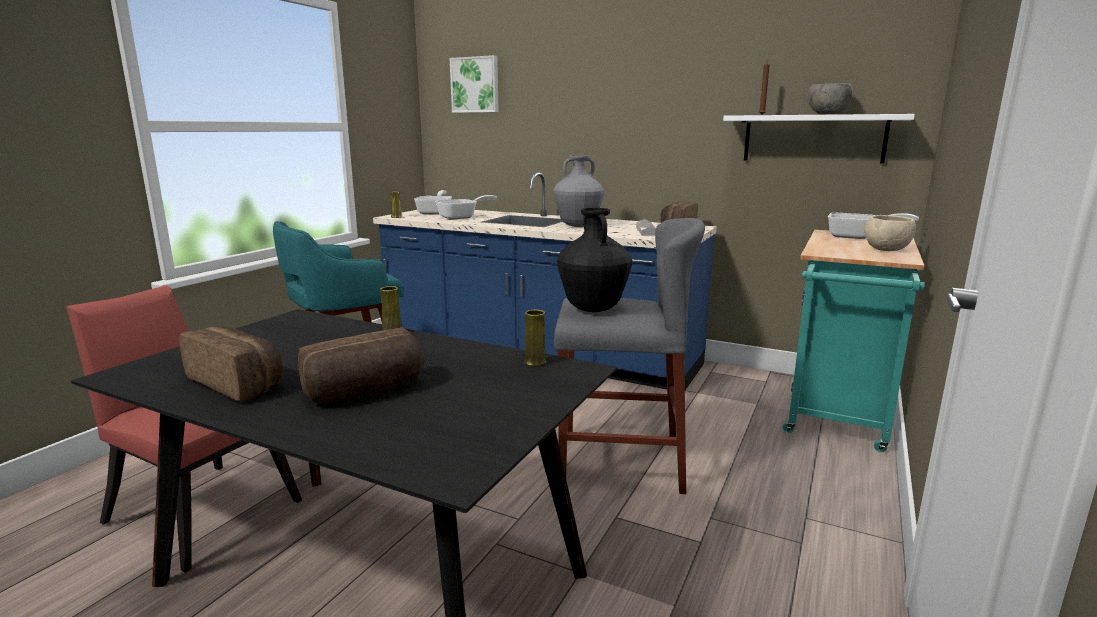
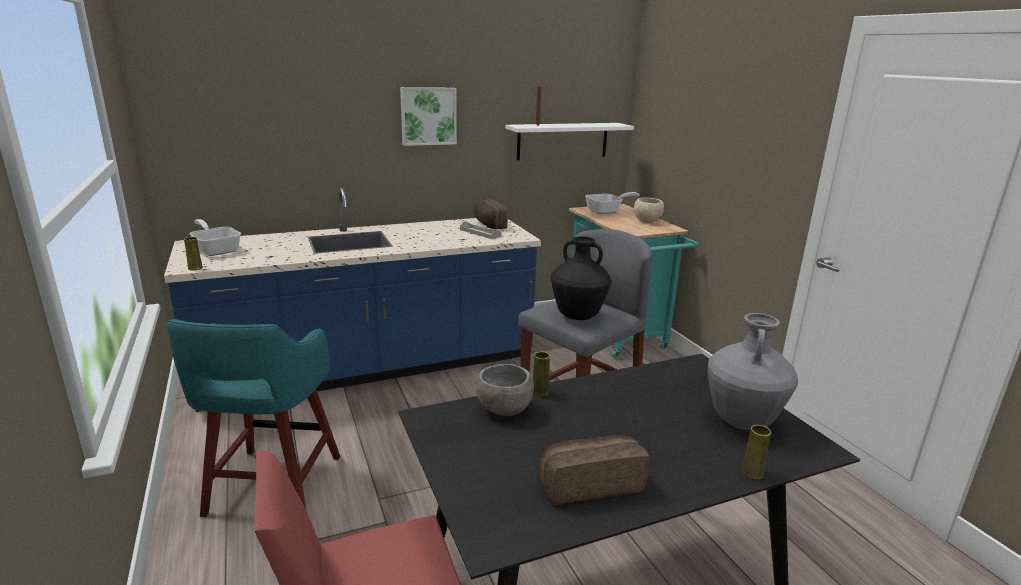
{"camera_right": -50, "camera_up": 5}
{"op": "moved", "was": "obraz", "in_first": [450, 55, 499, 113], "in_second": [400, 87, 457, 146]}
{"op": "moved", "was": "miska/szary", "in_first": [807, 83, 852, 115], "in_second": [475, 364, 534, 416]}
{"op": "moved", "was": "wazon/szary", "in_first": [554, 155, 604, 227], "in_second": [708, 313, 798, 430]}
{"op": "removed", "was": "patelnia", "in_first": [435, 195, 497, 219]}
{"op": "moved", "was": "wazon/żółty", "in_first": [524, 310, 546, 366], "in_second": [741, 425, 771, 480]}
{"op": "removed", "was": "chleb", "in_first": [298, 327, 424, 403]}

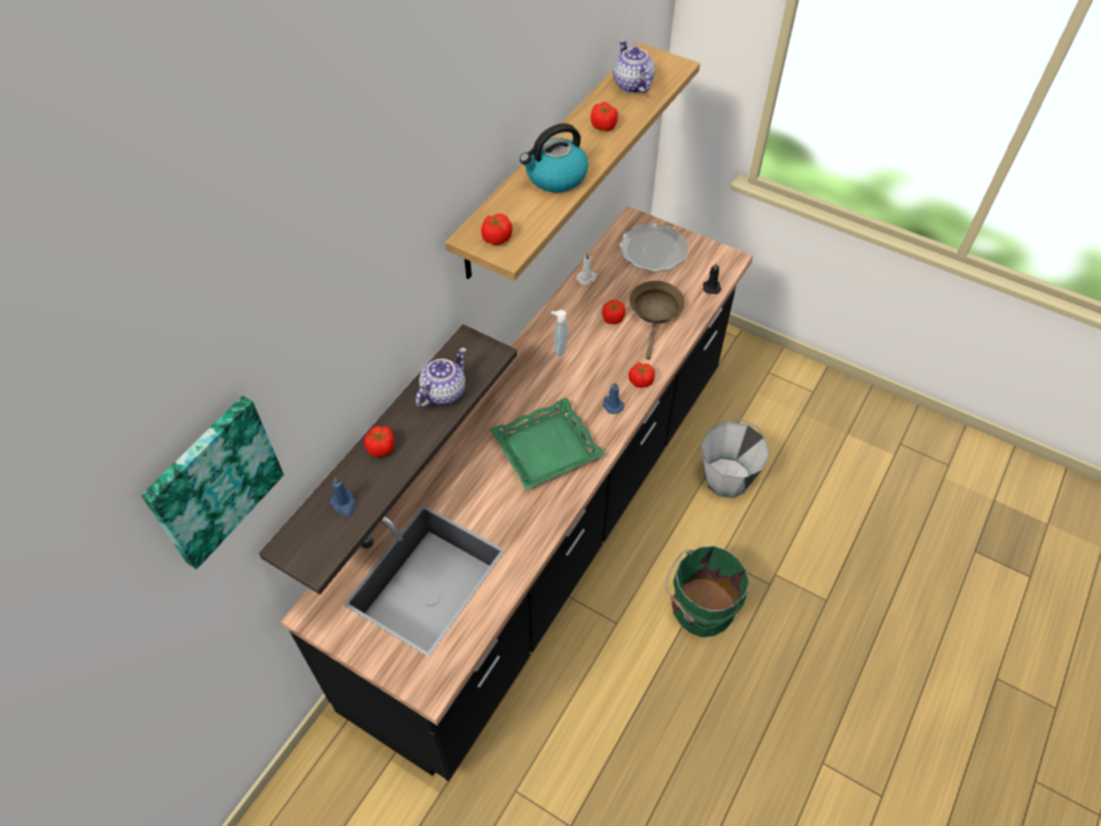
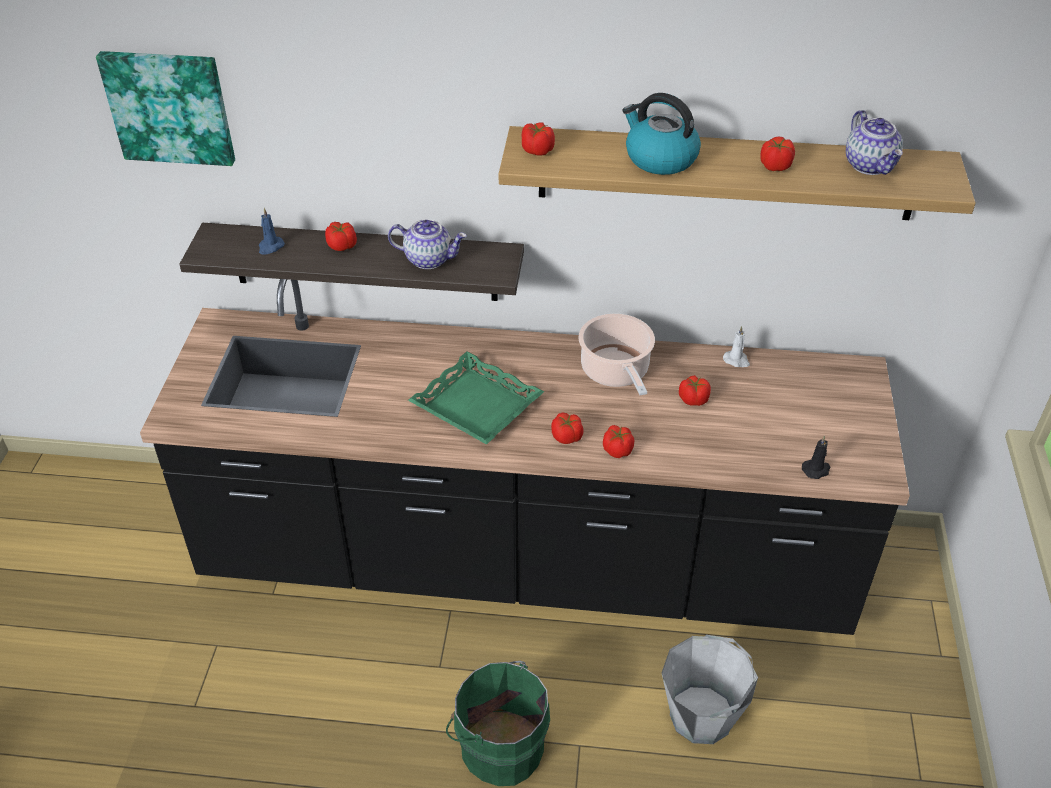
{"camera_right": 65, "camera_up": -10}
{"op": "turned", "was": "imbryk", "in_first": [613, 40, 655, 93], "in_second": [846, 110, 903, 175], "clockwise": 120}
{"op": "removed", "was": "talerz", "in_first": [619, 223, 689, 272]}
{"op": "removed", "was": "patelnia/brązowy", "in_first": [629, 281, 684, 359]}
{"op": "replaced", "was": "dozownik mydła", "now": "garnek", "in_first": [551, 310, 568, 356], "in_second": [579, 313, 655, 395]}
{"op": "replaced", "was": "świeca/niebieski", "now": "pomidor", "in_first": [603, 382, 624, 414], "in_second": [551, 413, 584, 444]}

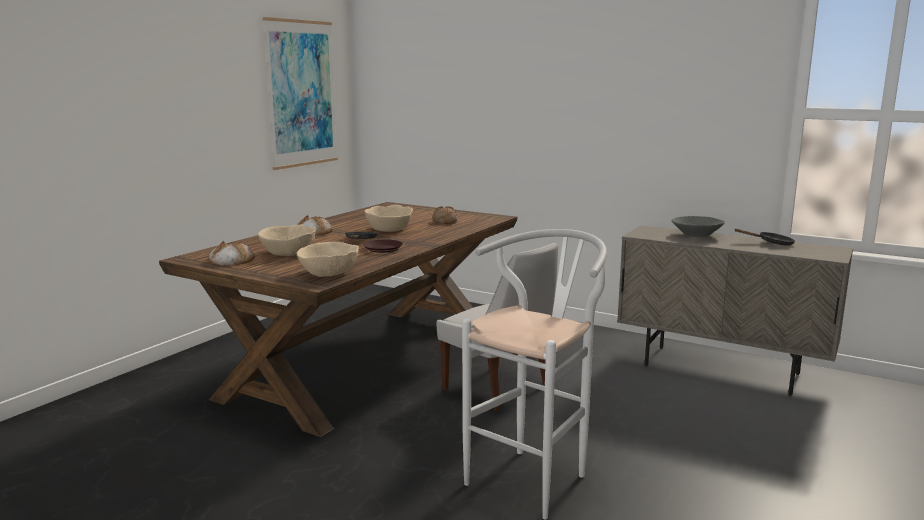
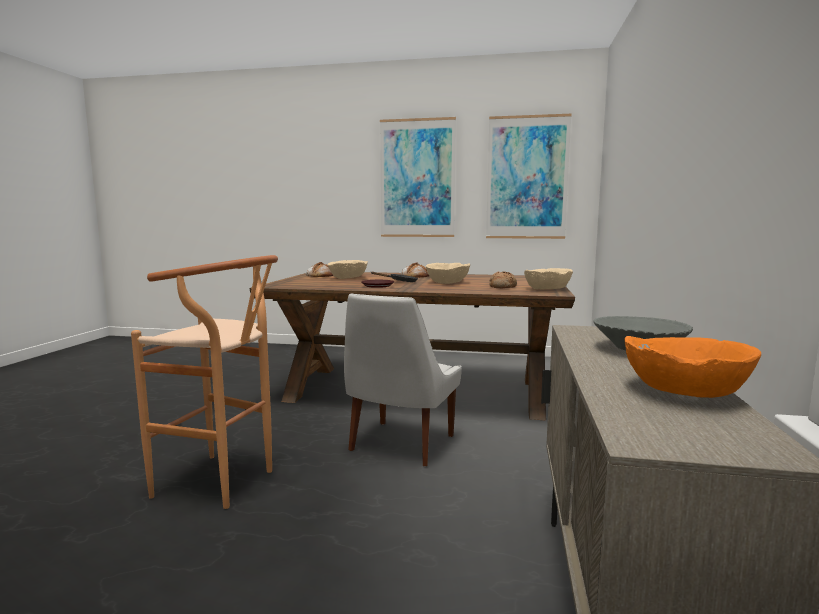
{"camera_right": 70, "camera_up": -5}
{"op": "recoloured", "was": "stołek/biały", "now": "stołek/brązowy", "in_first": [462, 229, 607, 520], "in_second": [131, 255, 278, 509]}
{"op": "replaced", "was": "patelnia/czarny", "now": "miska/pomarańczowy", "in_first": [735, 229, 795, 246], "in_second": [625, 336, 761, 398]}
{"op": "moved", "was": "miska/beżowy", "in_first": [297, 242, 359, 277], "in_second": [524, 268, 573, 289]}
{"op": "added", "now": "obraz", "in_second": [380, 117, 456, 237]}

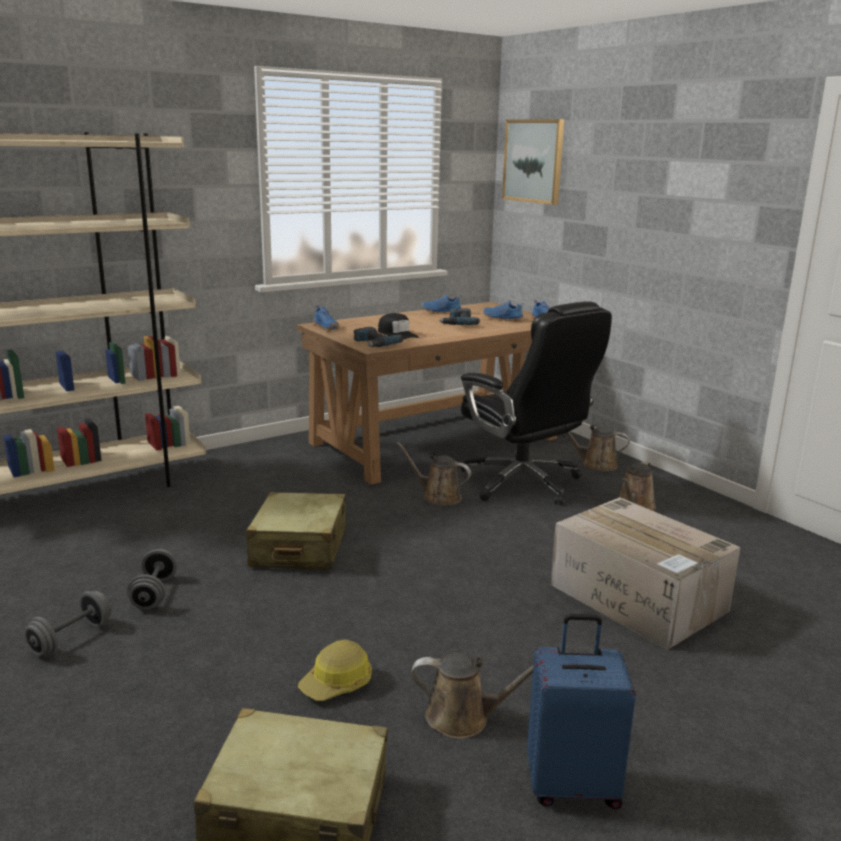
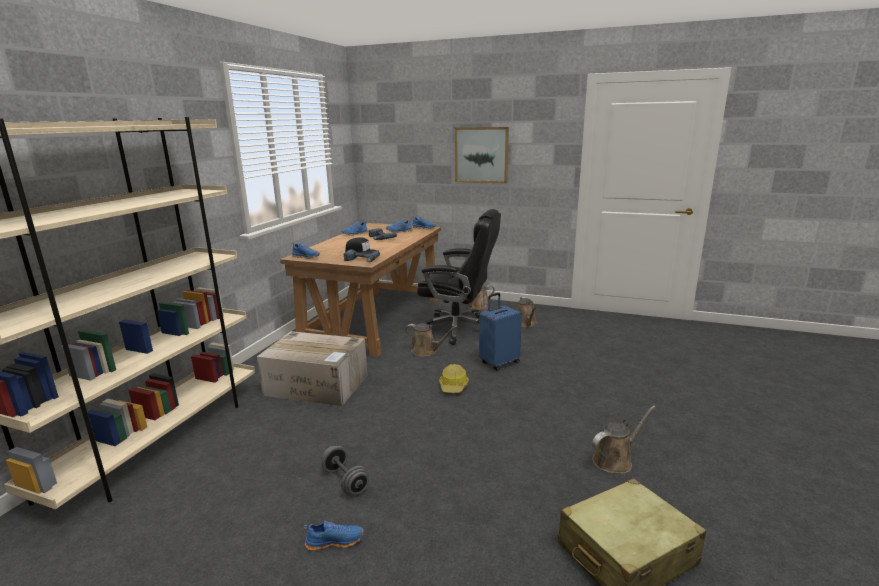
{"camera_right": -35, "camera_up": 0}
{"op": "moved", "was": "obraz", "in_first": [502, 119, 564, 205], "in_second": [455, 127, 509, 183]}
{"op": "turned", "was": "konewka/brązowy", "in_first": [396, 442, 471, 506], "in_second": [405, 323, 457, 357], "clockwise": -150}
{"op": "removed", "was": "walizka/beżowy", "in_first": [246, 492, 346, 570]}
{"op": "moved", "was": "karton", "in_first": [551, 497, 741, 650], "in_second": [257, 331, 368, 406]}
{"op": "replaced", "was": "hantel/szary", "now": "but/niebieski", "in_first": [24, 591, 111, 656], "in_second": [304, 521, 363, 551]}
{"op": "moved", "was": "walizka/niebieski", "in_first": [527, 614, 636, 809], "in_second": [479, 293, 522, 371]}
{"op": "moved", "was": "kask", "in_first": [298, 639, 372, 701], "in_second": [440, 364, 469, 393]}

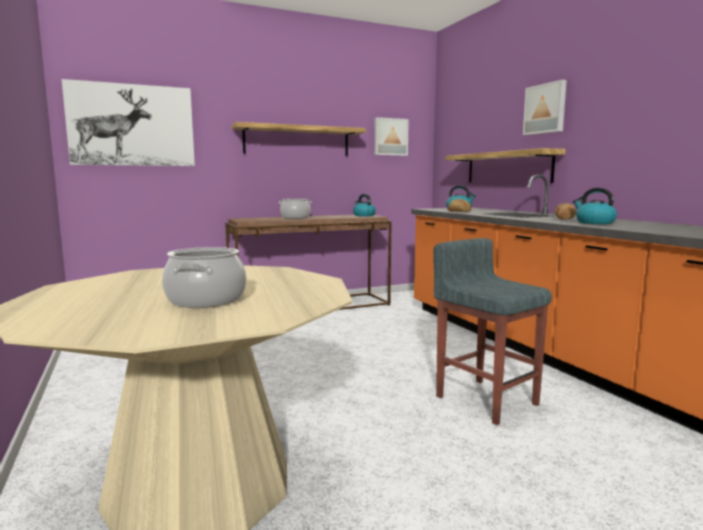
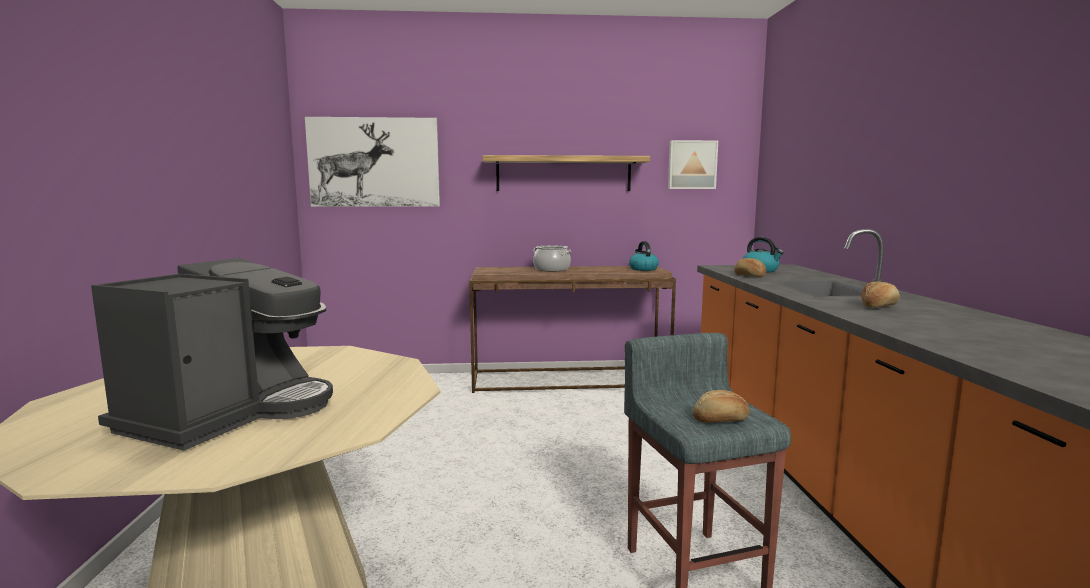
{"camera_right": 20, "camera_up": 0}
{"op": "removed", "was": "obraz", "in_first": [523, 80, 567, 135]}
{"op": "removed", "was": "półka", "in_first": [445, 148, 566, 183]}
{"op": "removed", "was": "czajnik", "in_first": [573, 188, 617, 224]}
{"op": "replaced", "was": "garnek", "now": "ekspres do kawy", "in_first": [162, 247, 246, 308], "in_second": [91, 258, 333, 451]}
{"op": "added", "now": "chleb", "in_second": [693, 390, 749, 423]}

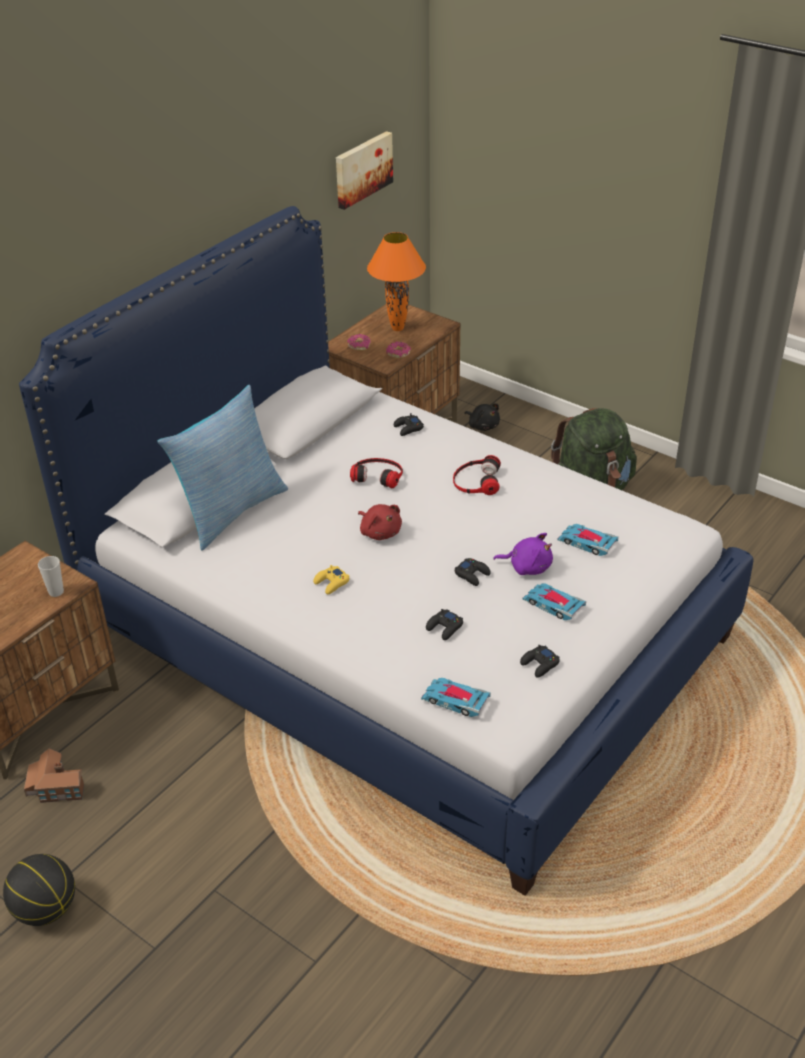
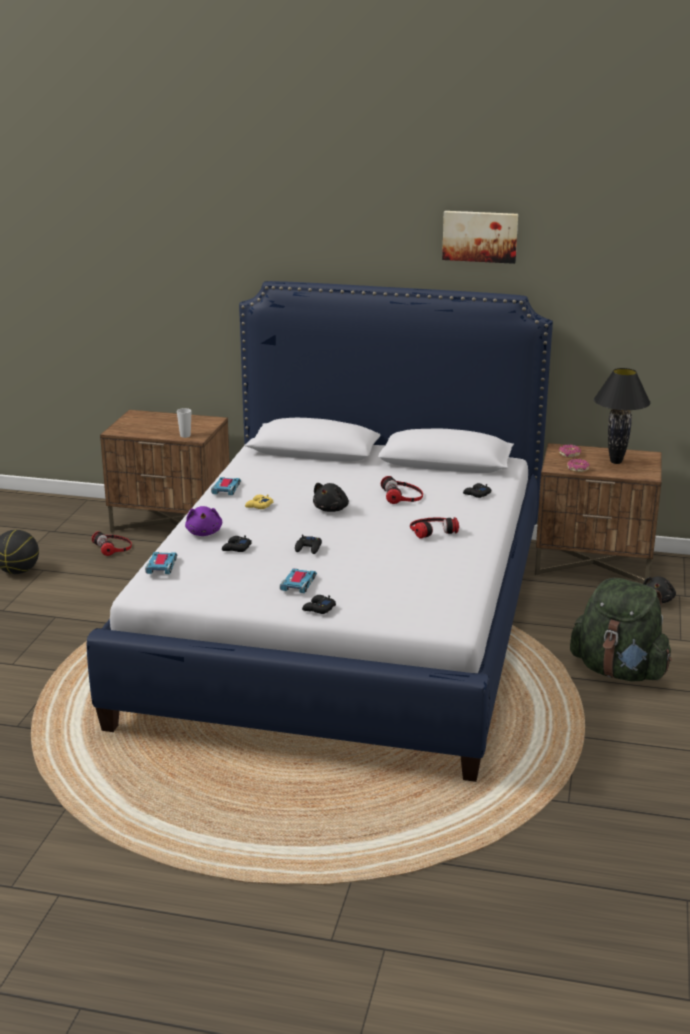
{"camera_right": 65, "camera_up": -15}
{"op": "moved", "was": "obraz", "in_first": [336, 131, 393, 210], "in_second": [442, 211, 518, 264]}
{"op": "recoloured", "was": "lampa stołowa/pomarańczowy", "now": "lampa stołowa/czarny", "in_first": [367, 232, 426, 331], "in_second": [594, 368, 650, 464]}
{"op": "removed", "was": "poduszka", "in_first": [157, 385, 288, 551]}
{"op": "recoloured", "was": "pluszak/czerwony", "now": "pluszak/czarny", "in_first": [358, 504, 402, 540], "in_second": [313, 483, 349, 512]}
{"op": "moved", "was": "samochodzik", "in_first": [557, 524, 619, 556], "in_second": [211, 477, 241, 495]}
{"op": "moved", "was": "pluszak/fioletowy", "in_first": [493, 533, 553, 575], "in_second": [185, 506, 222, 536]}
{"op": "moved", "was": "pad do gier/czarny", "in_first": [520, 645, 560, 678], "in_second": [302, 595, 336, 614]}
{"op": "replaced", "was": "domek", "now": "słuchawki", "in_first": [24, 748, 84, 803], "in_second": [92, 531, 132, 556]}

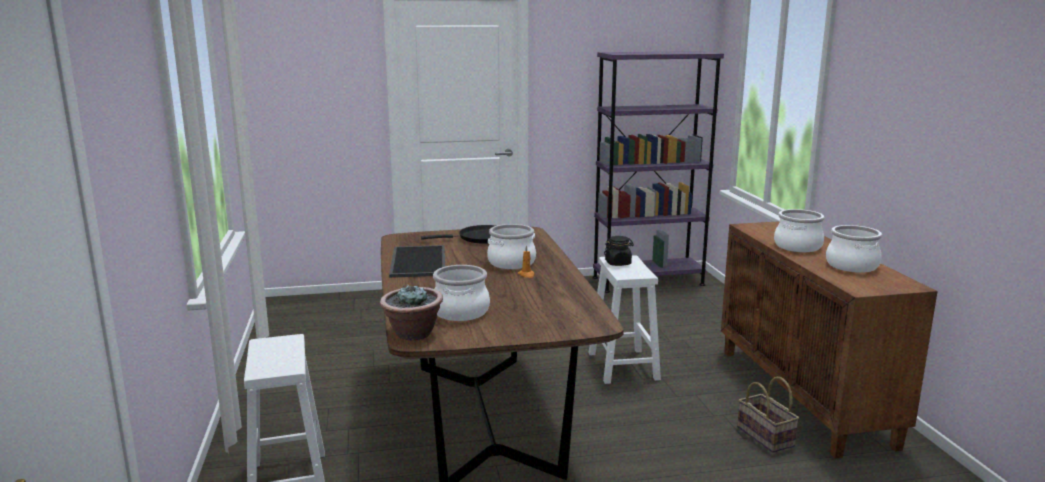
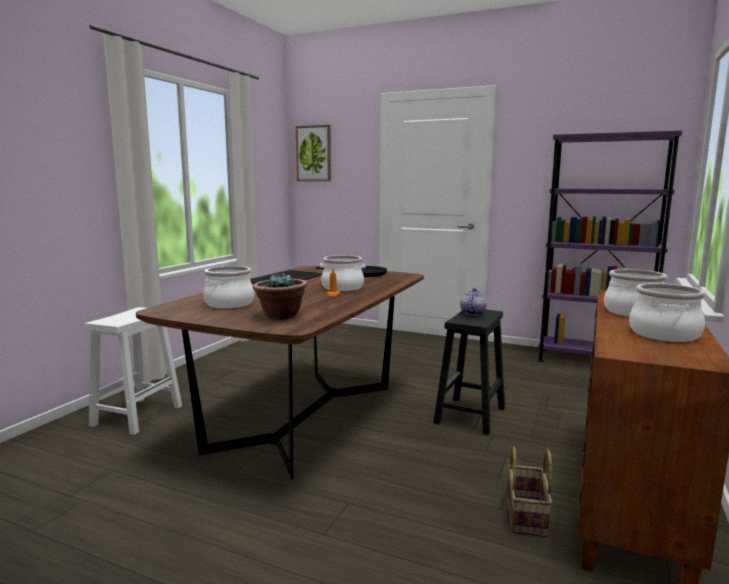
{"camera_right": 35, "camera_up": -5}
{"op": "replaced", "was": "słoik/czarny", "now": "imbryk", "in_first": [604, 236, 634, 266], "in_second": [460, 288, 487, 315]}
{"op": "recoloured", "was": "stołek/biały", "now": "stołek/czarny", "in_first": [588, 255, 661, 384], "in_second": [433, 309, 505, 435]}
{"op": "moved", "was": "roślina doniczkowa", "in_first": [380, 284, 443, 340], "in_second": [253, 273, 308, 320]}
{"op": "added", "now": "obraz", "in_second": [296, 125, 331, 181]}

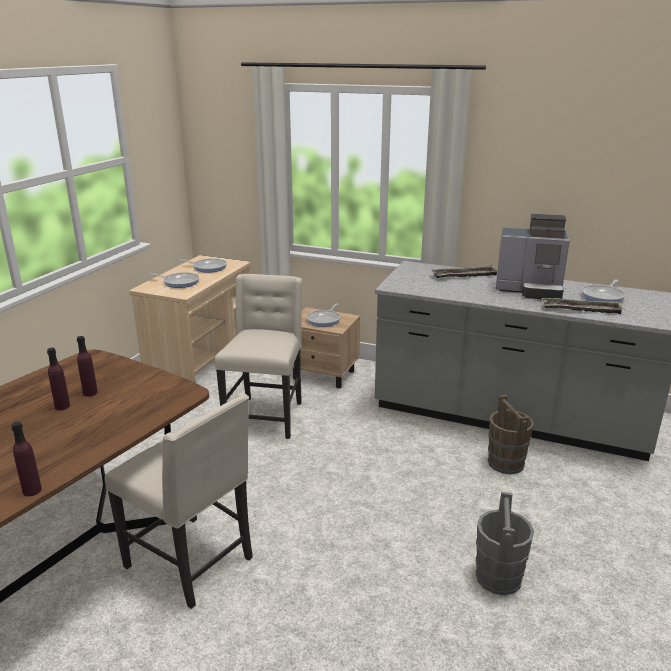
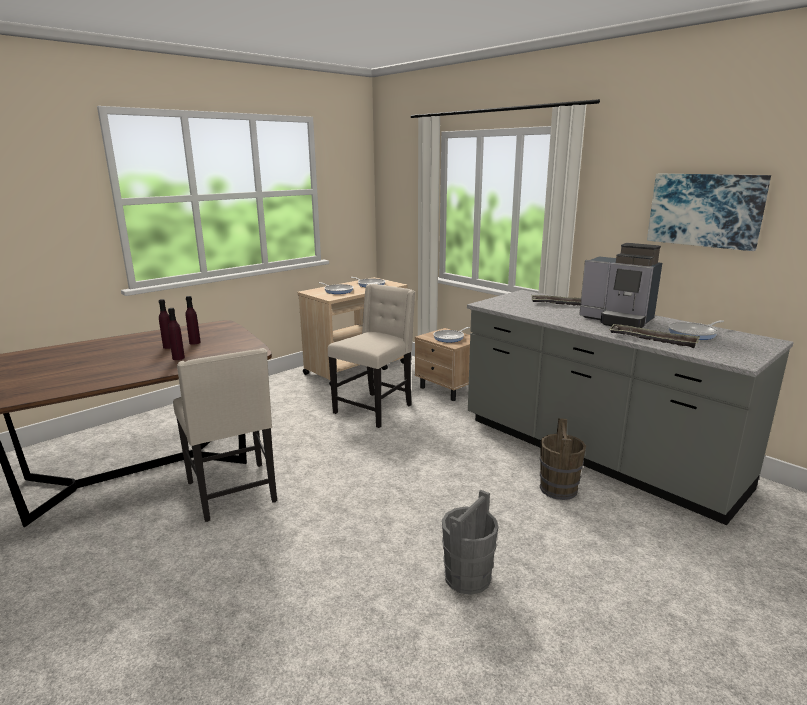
{"camera_right": 25, "camera_up": -5}
{"op": "moved", "was": "butelka/fioletowy", "in_first": [11, 421, 42, 496], "in_second": [168, 308, 185, 360]}
{"op": "added", "now": "obraz", "in_second": [647, 174, 771, 251]}

